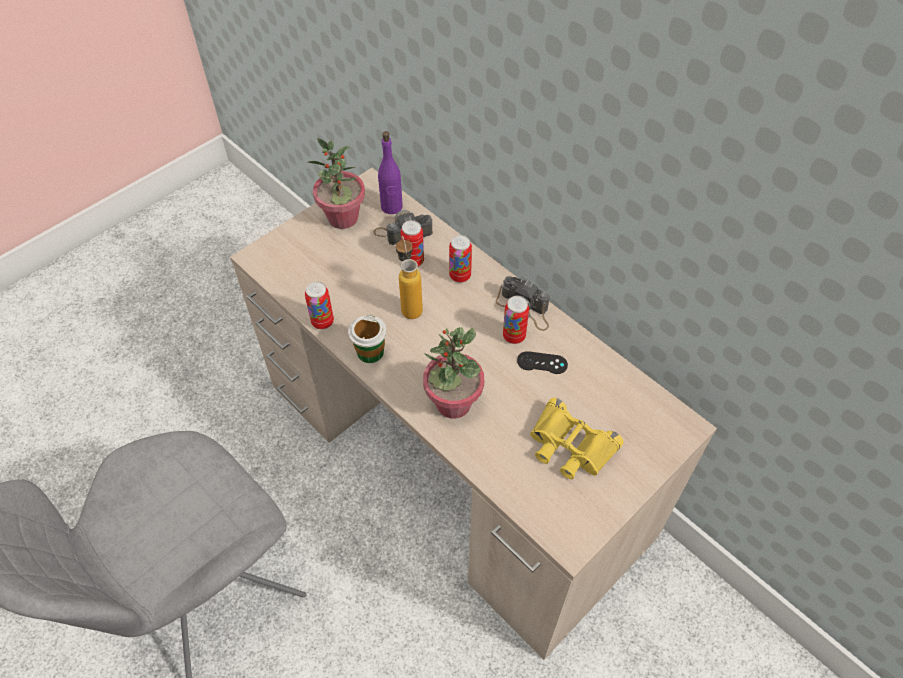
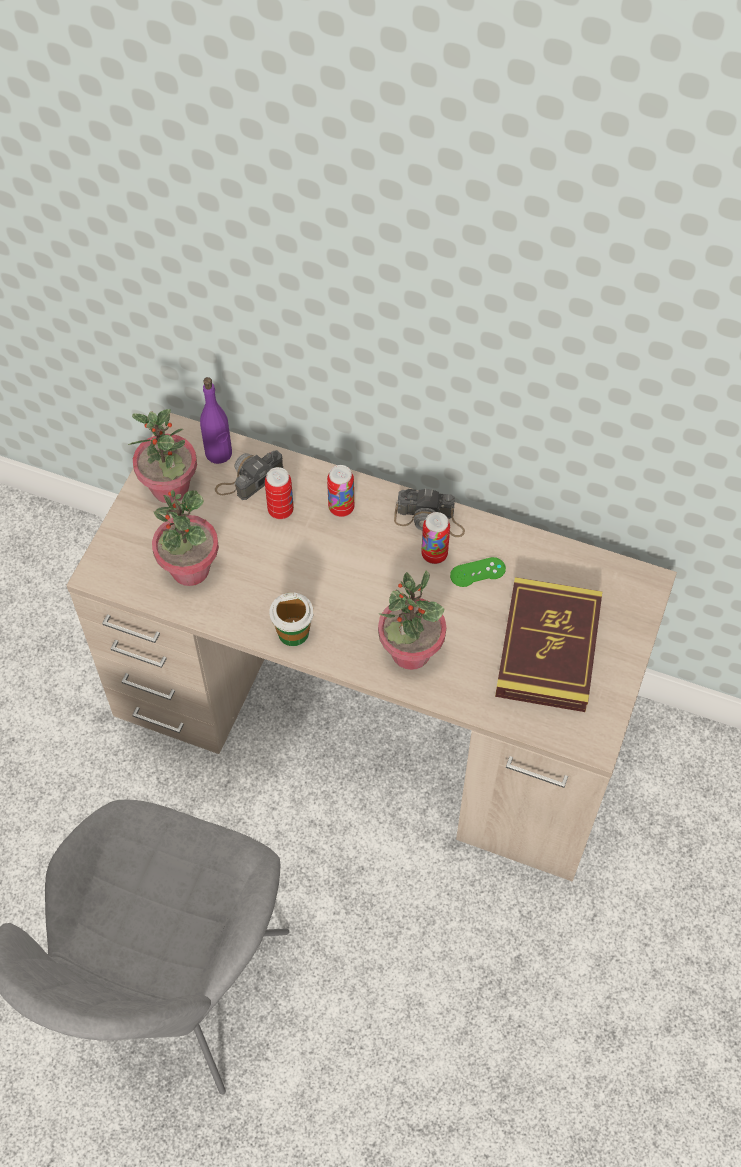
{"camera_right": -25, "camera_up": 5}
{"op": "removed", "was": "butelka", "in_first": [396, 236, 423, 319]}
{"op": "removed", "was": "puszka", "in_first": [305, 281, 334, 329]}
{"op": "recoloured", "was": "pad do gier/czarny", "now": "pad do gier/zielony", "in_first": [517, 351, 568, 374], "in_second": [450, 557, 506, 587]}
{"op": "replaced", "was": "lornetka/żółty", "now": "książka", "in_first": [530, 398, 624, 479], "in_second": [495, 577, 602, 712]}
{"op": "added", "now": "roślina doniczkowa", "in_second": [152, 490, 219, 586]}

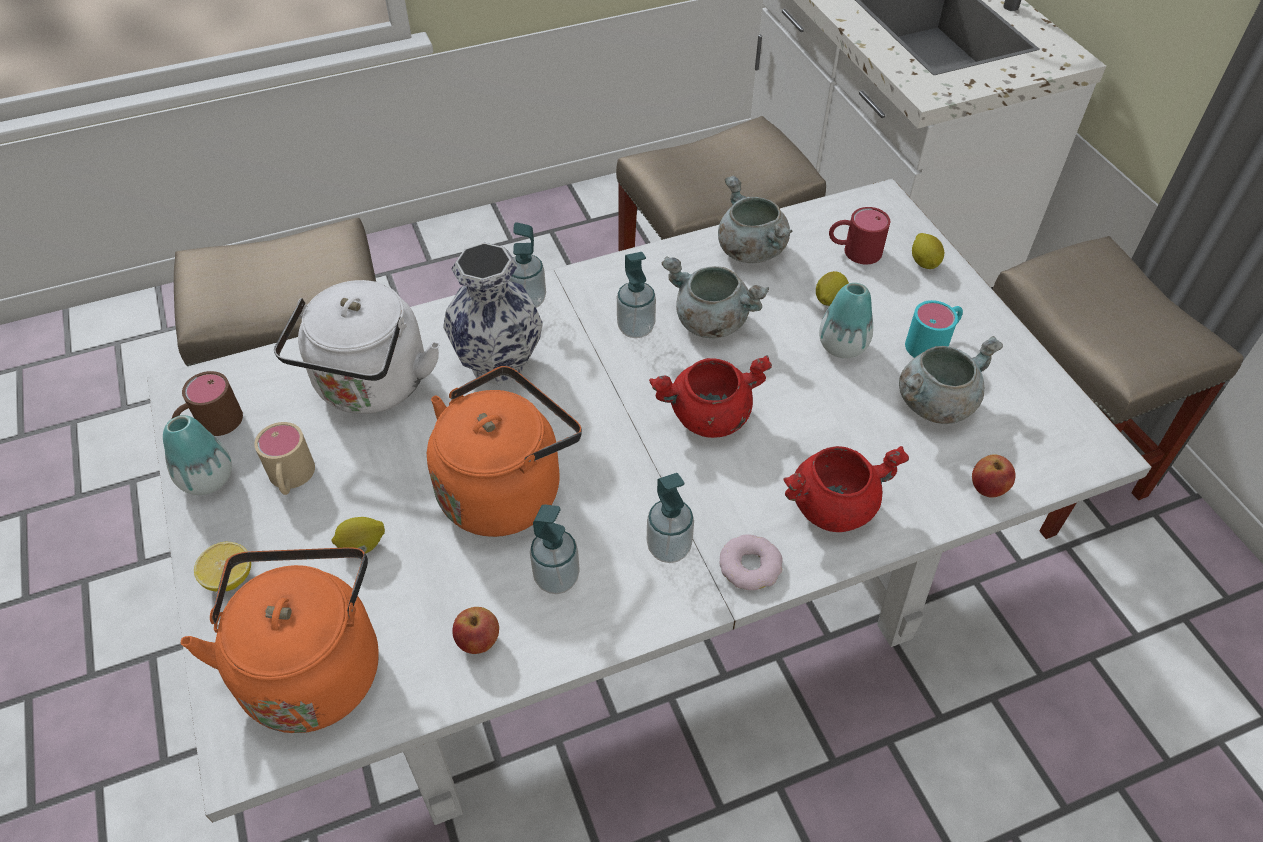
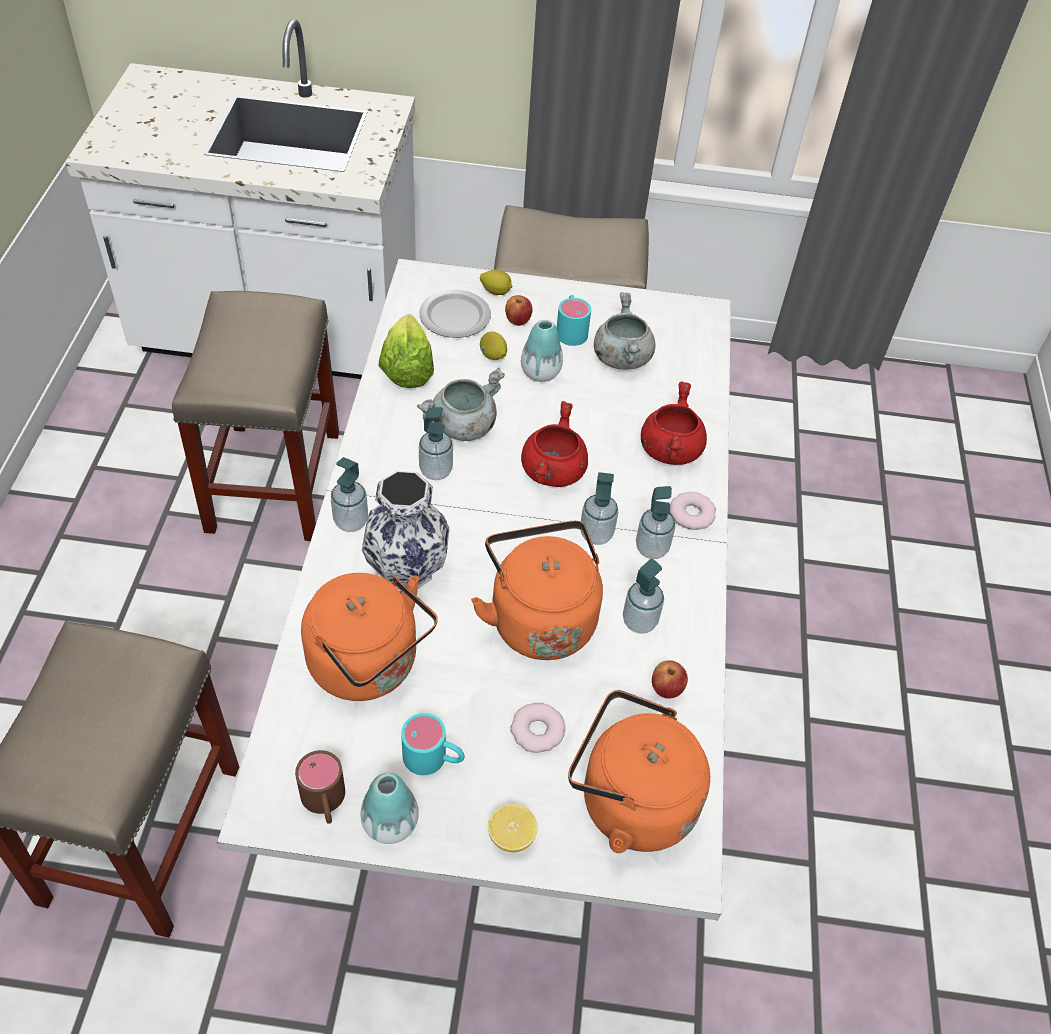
{"camera_right": -65, "camera_up": 0}
{"op": "replaced", "was": "garnek/szary", "now": "sałata", "in_first": [718, 176, 792, 263], "in_second": [379, 314, 434, 388]}
{"op": "replaced", "was": "kubek/czerwony", "now": "talerz", "in_first": [829, 207, 890, 264], "in_second": [419, 290, 491, 338]}
{"op": "recoloured", "was": "czajnik/biały", "now": "czajnik/pomarańczowy", "in_first": [274, 280, 440, 414], "in_second": [301, 573, 438, 701]}
{"op": "recoloured", "was": "kubek/beżowy", "now": "kubek/turkusowy", "in_first": [254, 422, 315, 495], "in_second": [401, 713, 465, 775]}
{"op": "moved", "was": "jabłko", "in_first": [972, 455, 1015, 498], "in_second": [505, 295, 532, 326]}
{"op": "replaced", "was": "cytryna", "now": "donut", "in_first": [332, 517, 385, 553], "in_second": [510, 703, 566, 753]}
{"op": "added", "now": "dozownik mydła", "in_second": [581, 472, 618, 545]}

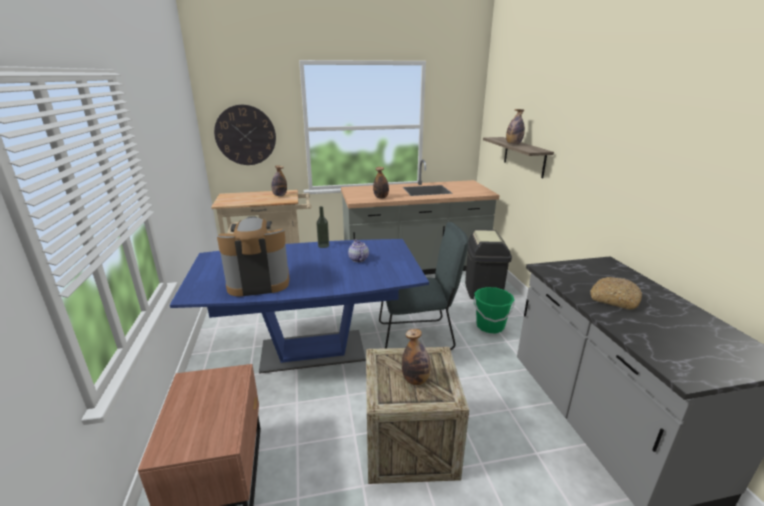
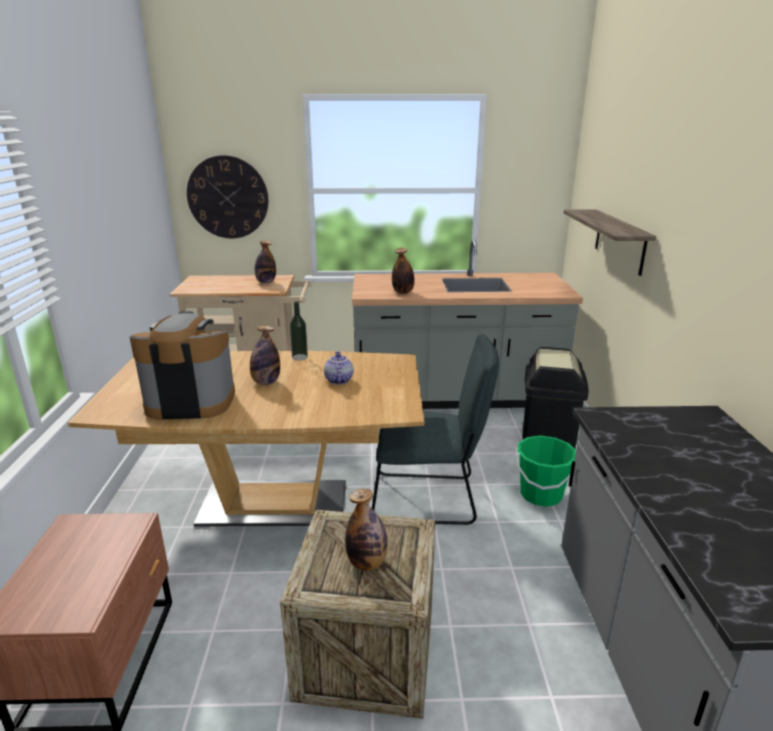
{"camera_right": 10, "camera_up": 0}
{"op": "moved", "was": "butelka", "in_first": [506, 109, 525, 144], "in_second": [250, 326, 280, 385]}
{"op": "recoloured", "was": "stół jadalny/niebieski", "now": "stół jadalny/brązowy", "in_first": [170, 239, 429, 374], "in_second": [68, 351, 424, 527]}
{"op": "removed", "was": "chleb", "in_first": [590, 277, 642, 310]}

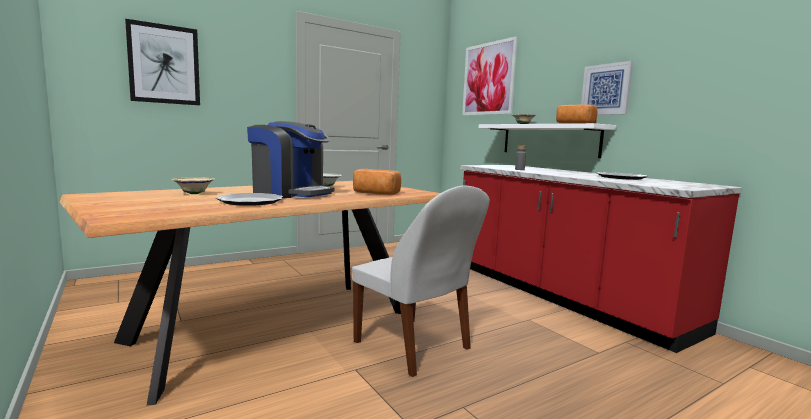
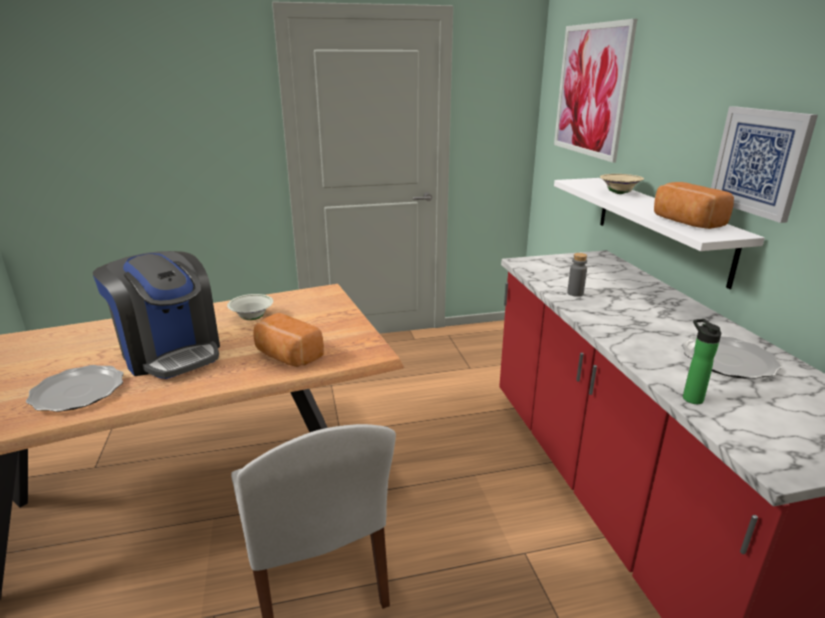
{"camera_right": 20, "camera_up": 15}
{"op": "removed", "was": "obraz", "in_first": [125, 19, 200, 105]}
{"op": "removed", "was": "miska/beżowy", "in_first": [172, 177, 215, 194]}
{"op": "added", "now": "butelka", "in_second": [683, 319, 721, 404]}

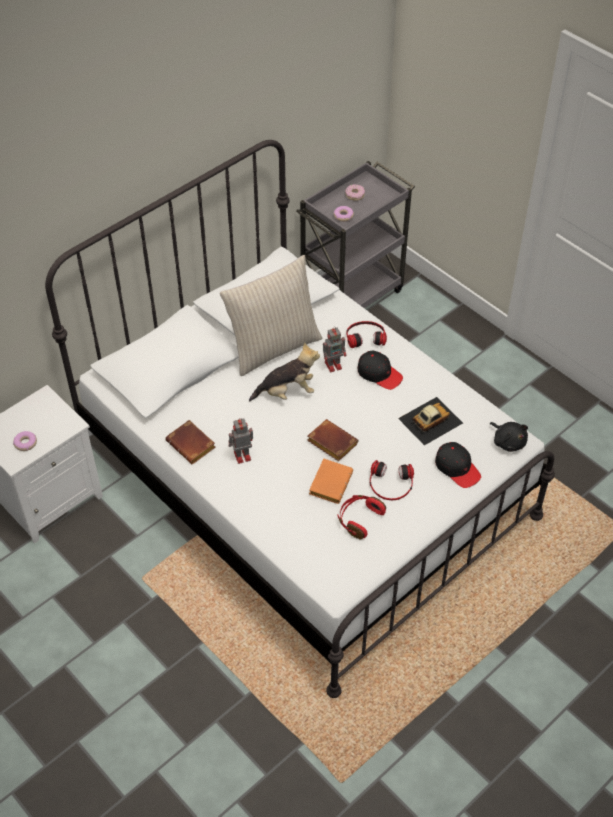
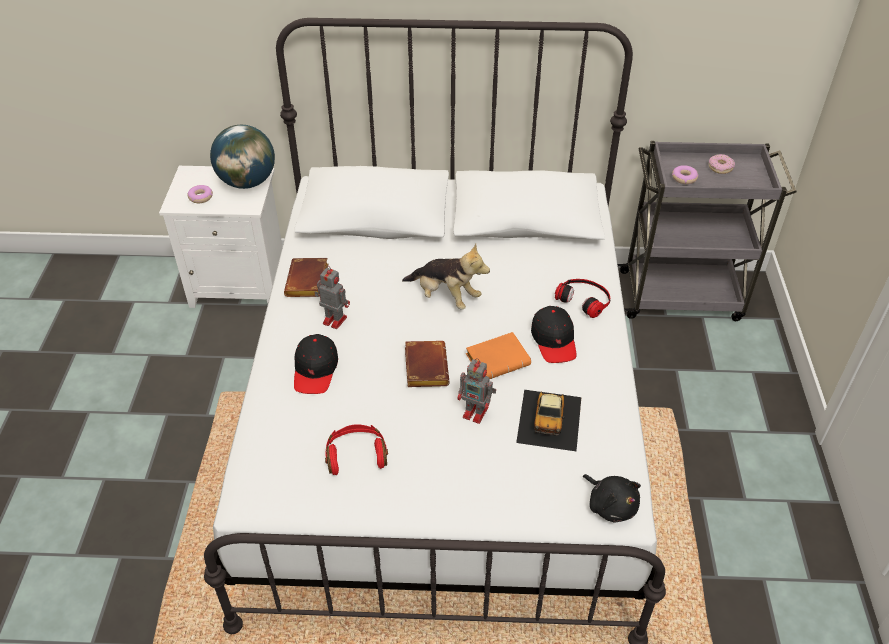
{"camera_right": 45, "camera_up": -5}
{"op": "removed", "was": "poduszka/beżowy", "in_first": [220, 255, 322, 376]}
{"op": "moved", "was": "robot zabawkowy", "in_first": [323, 326, 346, 372], "in_second": [457, 358, 496, 424]}
{"op": "turned", "was": "samochodzik", "in_first": [398, 397, 463, 446], "in_second": [516, 390, 581, 451], "clockwise": 90}
{"op": "turned", "was": "pluszak/czarny", "in_first": [490, 422, 528, 452], "in_second": [583, 474, 641, 523], "clockwise": -45}
{"op": "moved", "was": "czapka z daszkiem/czarny", "in_first": [435, 442, 481, 488], "in_second": [294, 334, 338, 394]}
{"op": "moved", "was": "książka/pomarańczowy", "in_first": [309, 458, 353, 504], "in_second": [466, 332, 531, 379]}
{"op": "removed", "was": "słuchawki", "in_first": [370, 460, 414, 500]}
{"op": "added", "now": "globus", "in_second": [210, 125, 275, 189]}

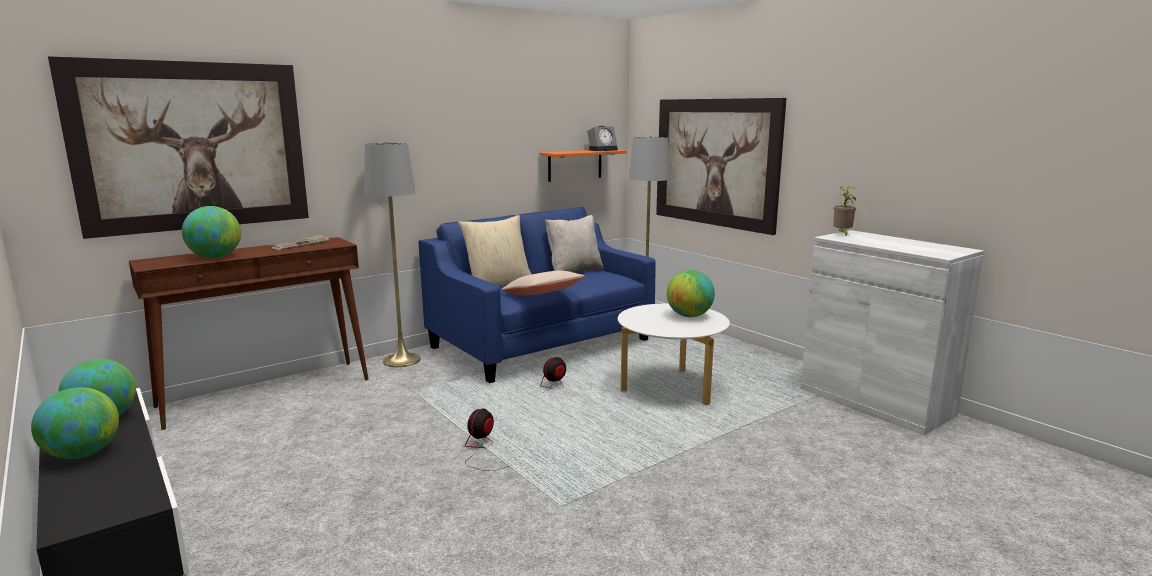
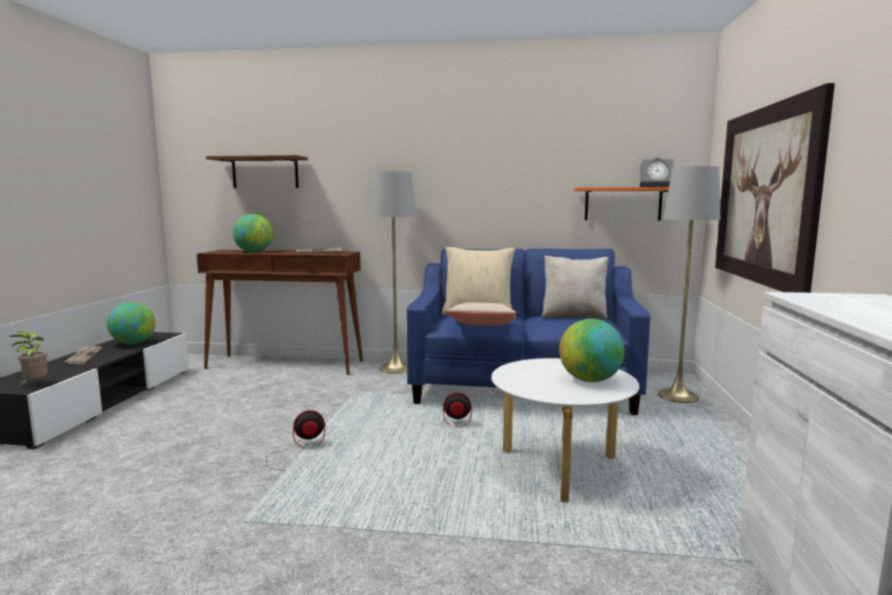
{"camera_right": 45, "camera_up": -5}
{"op": "replaced", "was": "obraz", "now": "półka/brązowy", "in_first": [48, 56, 309, 239], "in_second": [206, 155, 308, 188]}
{"op": "moved", "was": "roślina doniczkowa", "in_first": [833, 186, 856, 235], "in_second": [8, 331, 48, 385]}
{"op": "replaced", "was": "globus", "now": "gazeta", "in_first": [31, 387, 119, 459], "in_second": [64, 346, 102, 364]}

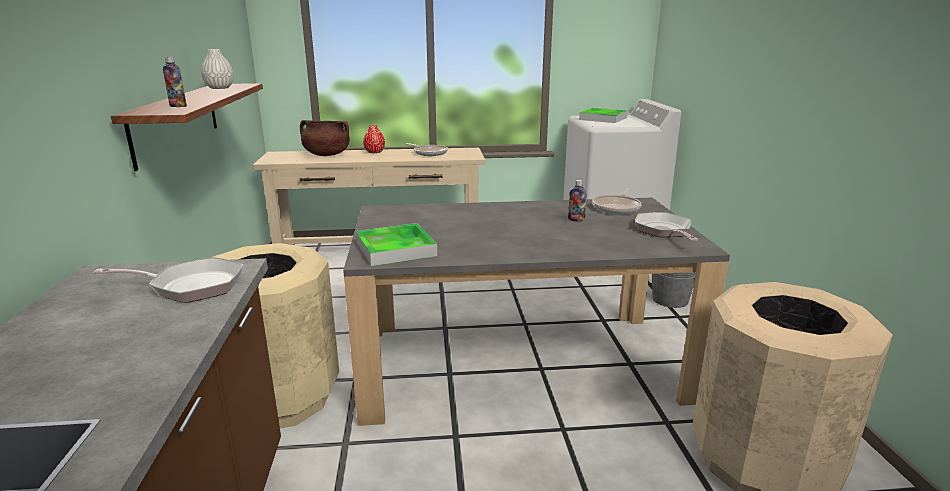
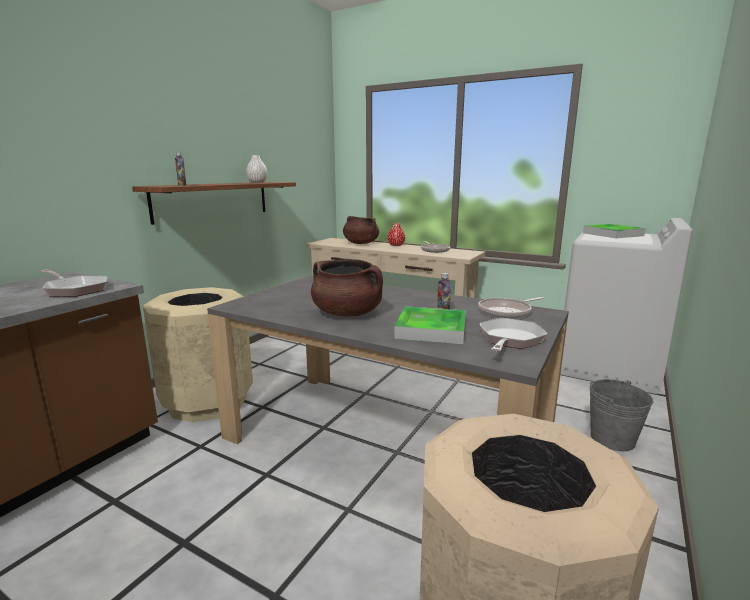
{"camera_right": 35, "camera_up": -5}
{"op": "moved", "was": "taca", "in_first": [356, 223, 437, 266], "in_second": [394, 306, 466, 344]}
{"op": "added", "now": "garnek/brązowy", "in_second": [311, 259, 383, 317]}

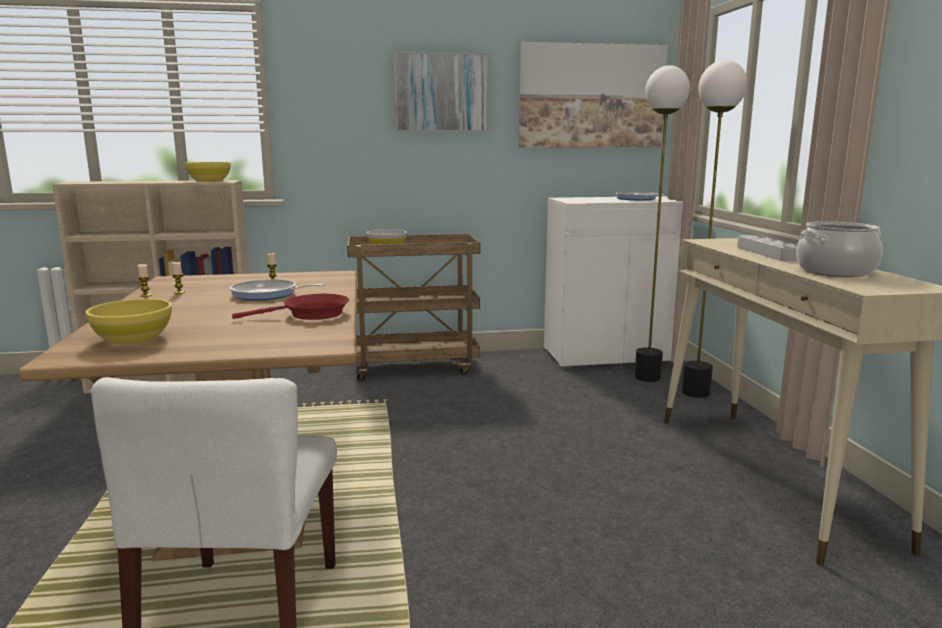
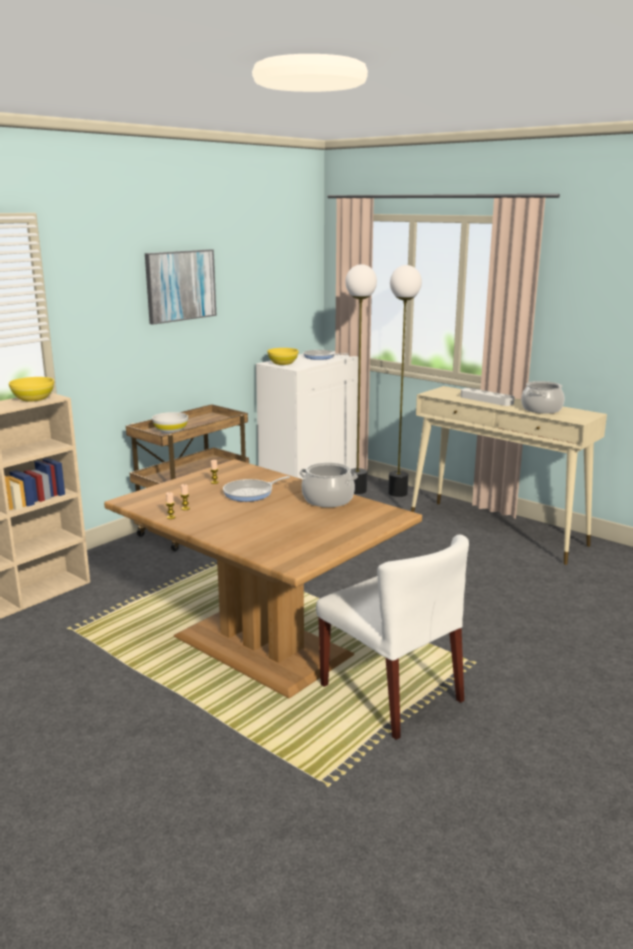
{"camera_right": -40, "camera_up": 5}
{"op": "removed", "was": "obraz", "in_first": [519, 42, 668, 148]}
{"op": "replaced", "was": "patelnia/czerwony", "now": "garnek", "in_first": [232, 294, 349, 320], "in_second": [299, 462, 358, 507]}
{"op": "moved", "was": "miska/żółty", "in_first": [85, 299, 172, 344], "in_second": [267, 348, 298, 365]}

